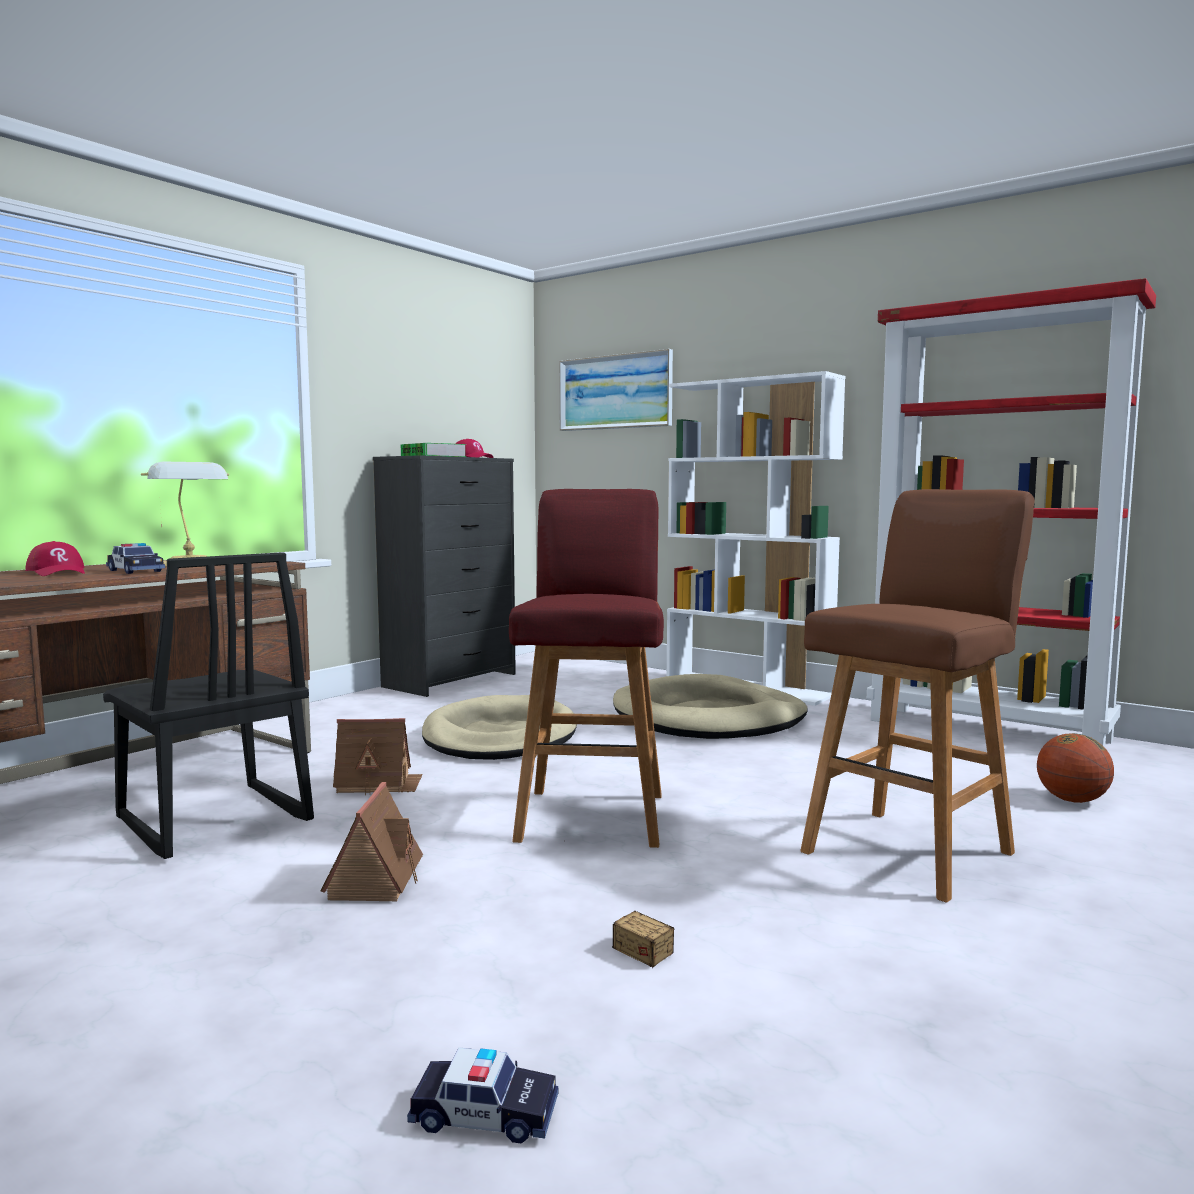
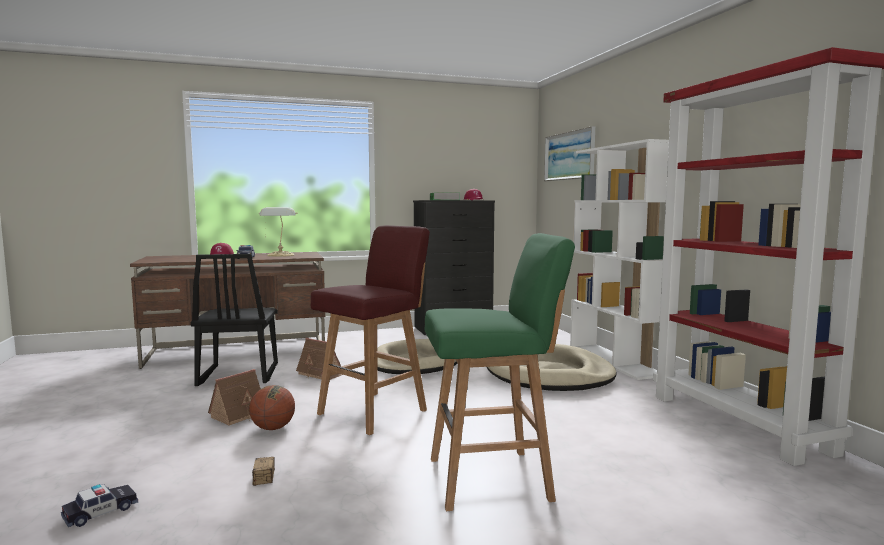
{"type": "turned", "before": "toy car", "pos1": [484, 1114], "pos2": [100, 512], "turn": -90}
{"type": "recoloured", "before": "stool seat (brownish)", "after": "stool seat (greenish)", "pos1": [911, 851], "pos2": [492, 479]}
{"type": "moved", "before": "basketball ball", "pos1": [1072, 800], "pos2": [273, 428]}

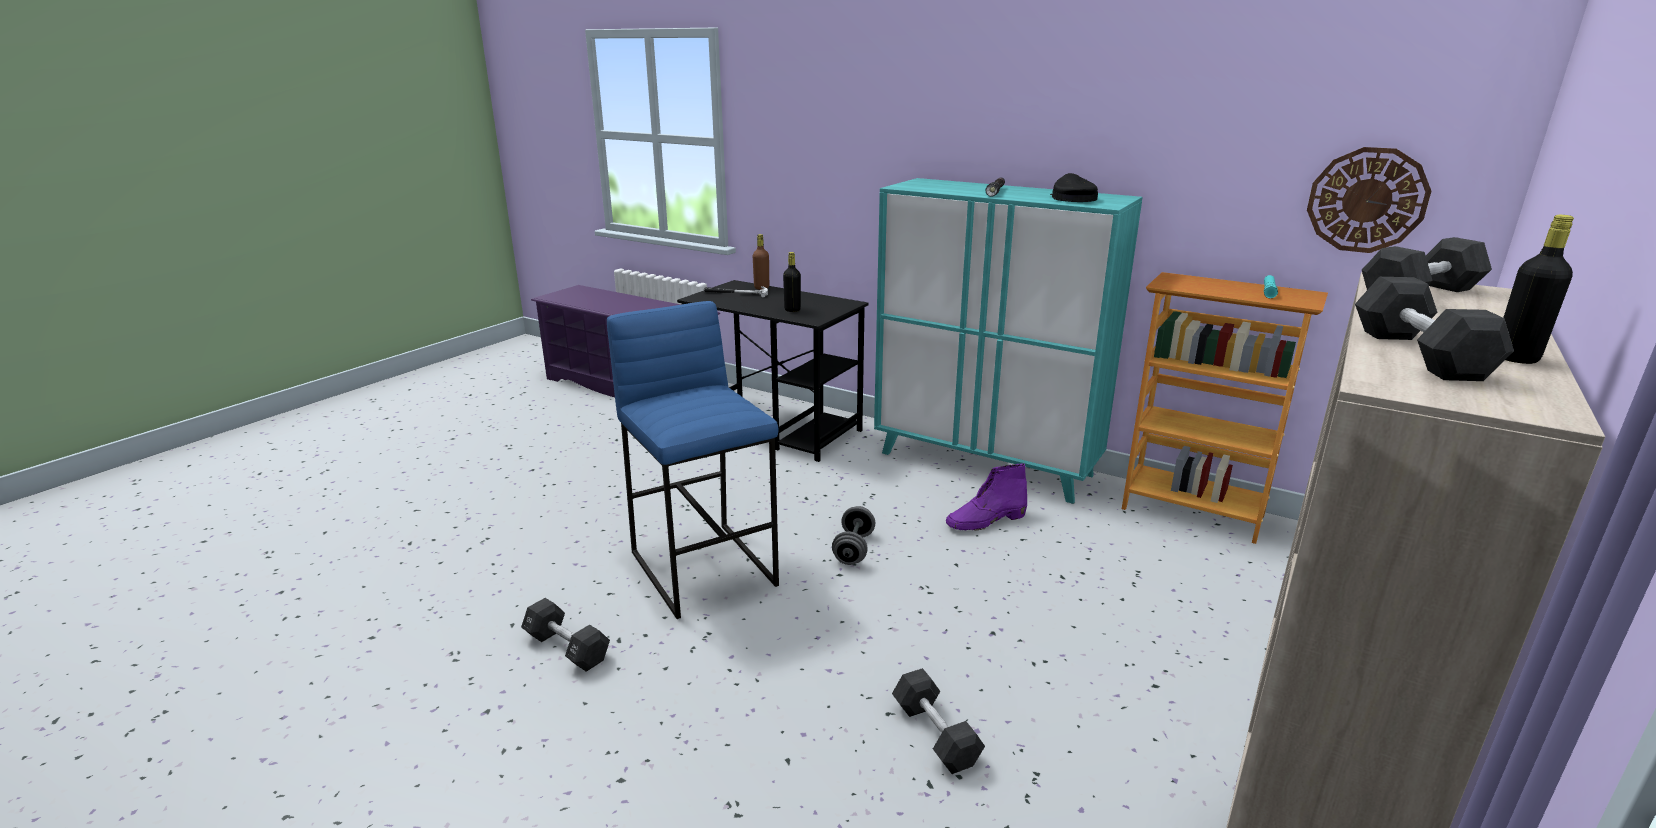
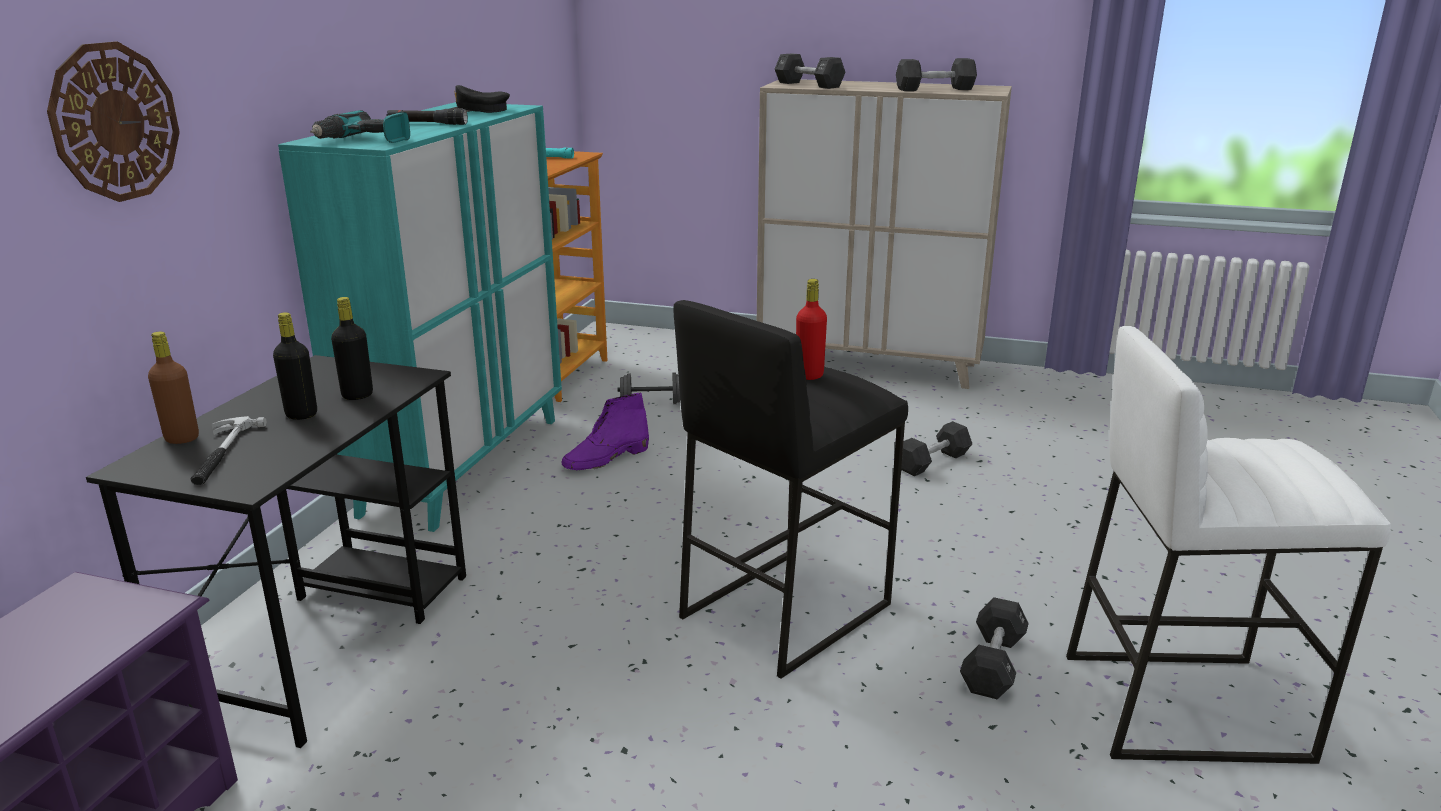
{"type": "recoloured", "before": "stool seat (blue-coloured)", "after": "stool seat (blackish)", "pos1": [704, 568], "pos2": [784, 609]}
{"type": "moved", "before": "free weight (greyish)", "pos1": [853, 549], "pos2": [652, 403]}
{"type": "turned", "before": "high-top boot (purplish)", "pos1": [985, 521], "pos2": [605, 459], "turn": 90}
{"type": "moved", "before": "hanging clock", "pos1": [1367, 200], "pos2": [115, 122]}
{"type": "moved", "before": "bottle (blackish)", "pos1": [1515, 358], "pos2": [301, 414]}
{"type": "added", "after": "electric drill", "pos2": [364, 141]}
{"type": "added", "after": "bottle (red-coloured)", "pos2": [809, 375]}
{"type": "added", "after": "stool seat (white)", "pos2": [1183, 704]}

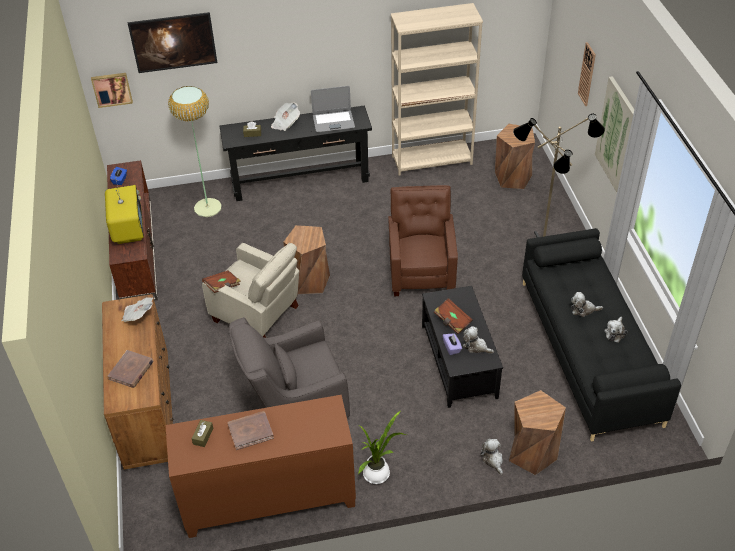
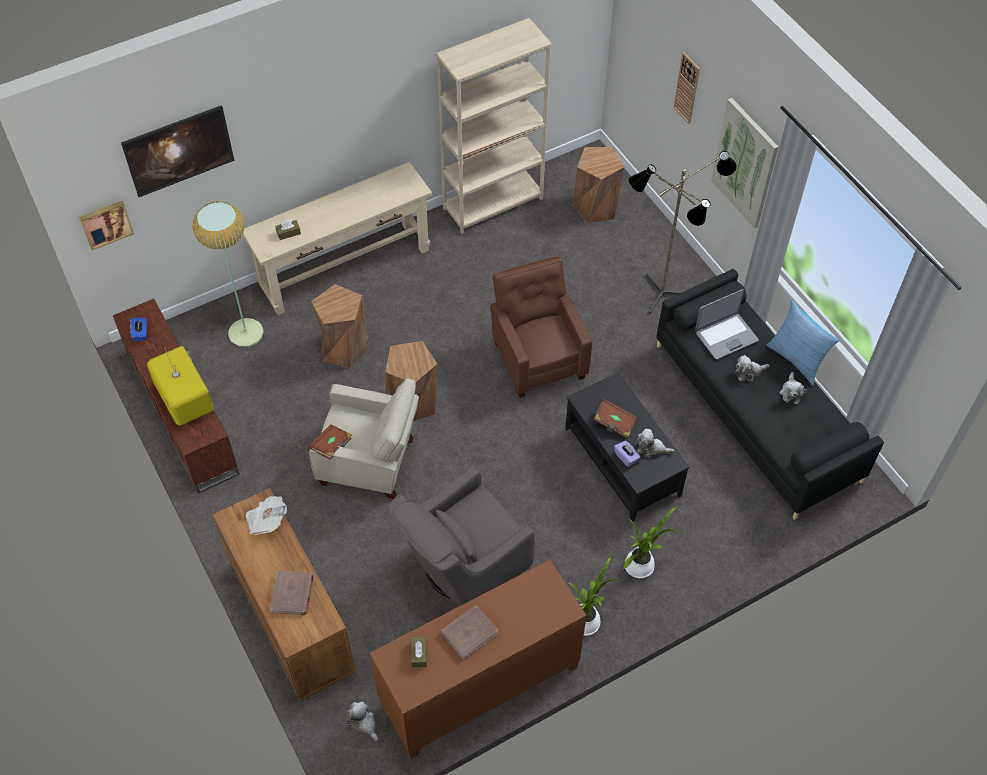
{"type": "recoloured", "before": "narrow table (blackish)", "after": "narrow table (beige)", "pos1": [300, 180], "pos2": [345, 267]}
{"type": "removed", "before": "daily paper", "pos1": [285, 123]}
{"type": "moved", "before": "notebook computer", "pos1": [333, 121], "pos2": [726, 336]}
{"type": "moved", "before": "cuddly toy", "pos1": [493, 460], "pos2": [364, 723]}
{"type": "moved", "before": "stool seat (brownish)", "pos1": [532, 453], "pos2": [343, 348]}
{"type": "added", "after": "houseplant", "pos2": [641, 565]}
{"type": "added", "after": "pillow", "pos2": [796, 359]}

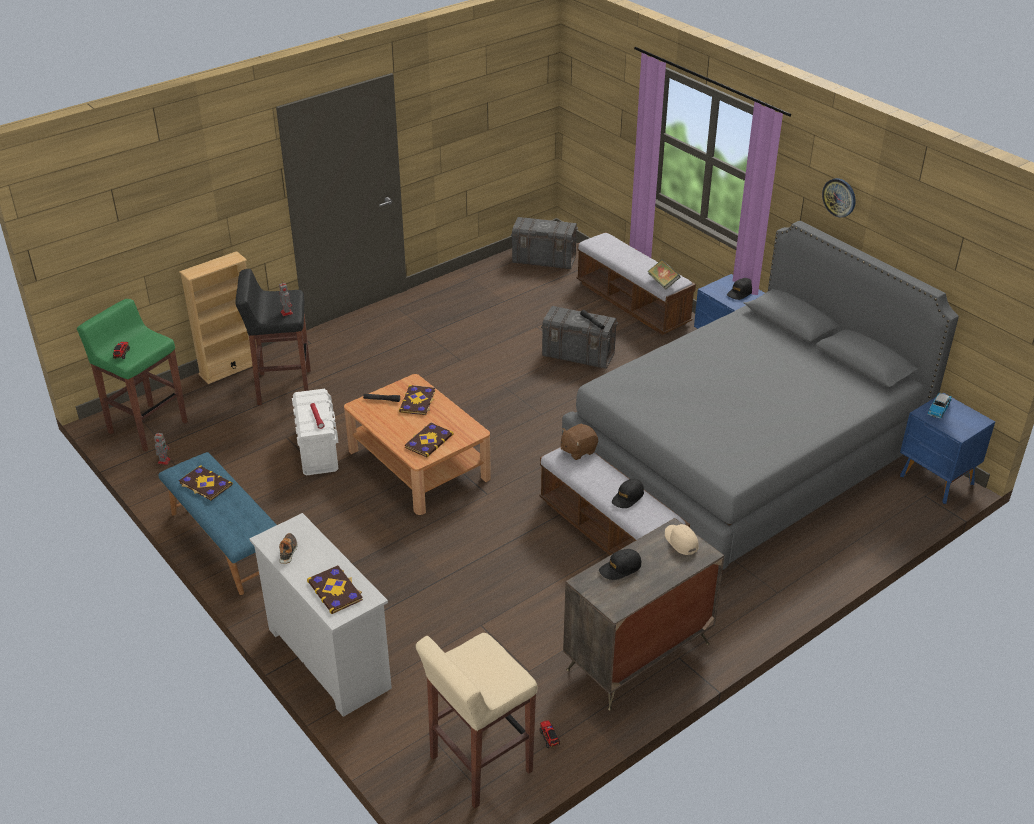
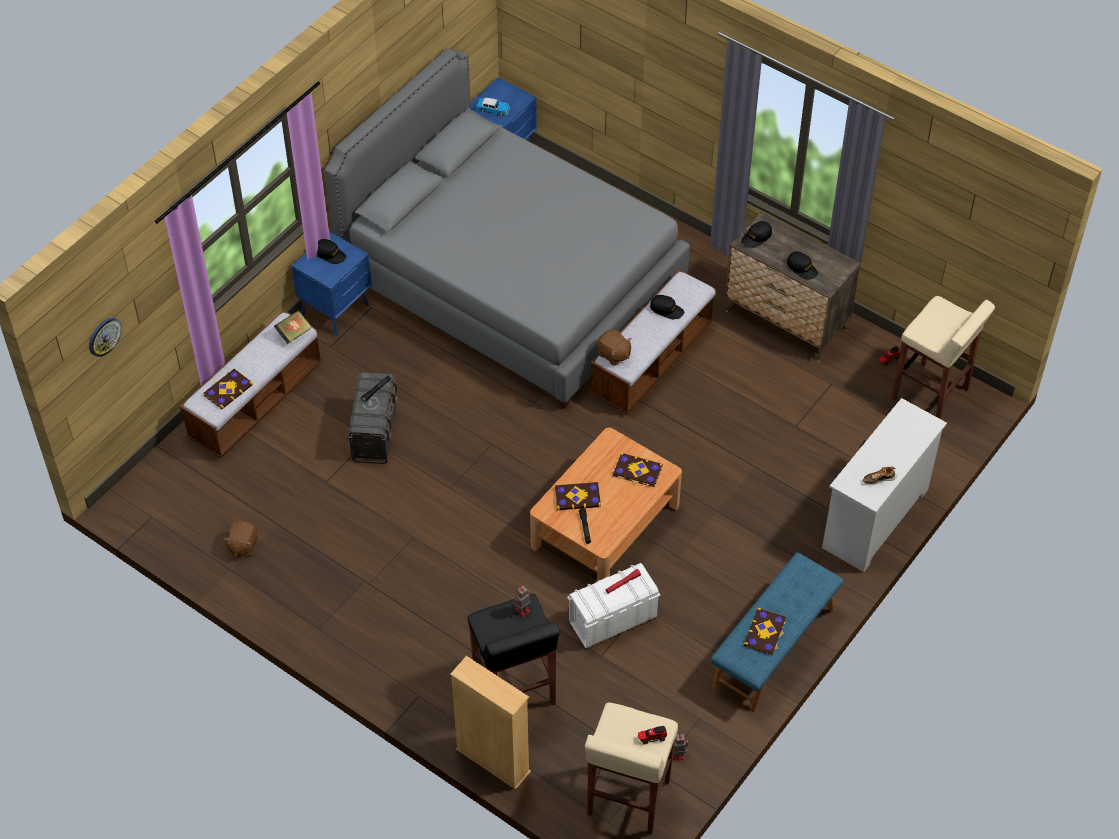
{"type": "recoloured", "before": "stool seat (greenish)", "after": "stool seat (beige)", "pos1": [147, 427], "pos2": [628, 799]}
{"type": "moved", "before": "bound book", "pos1": [335, 590], "pos2": [228, 389]}
{"type": "removed", "before": "storage container (greyish)", "pos1": [544, 260]}
{"type": "recoloured", "before": "cap (beige)", "after": "cap (blackish)", "pos1": [681, 541], "pos2": [756, 237]}
{"type": "moved", "before": "hanging clock", "pos1": [839, 197], "pos2": [104, 336]}
{"type": "added", "after": "cuddly toy (brownish)", "pos2": [242, 545]}

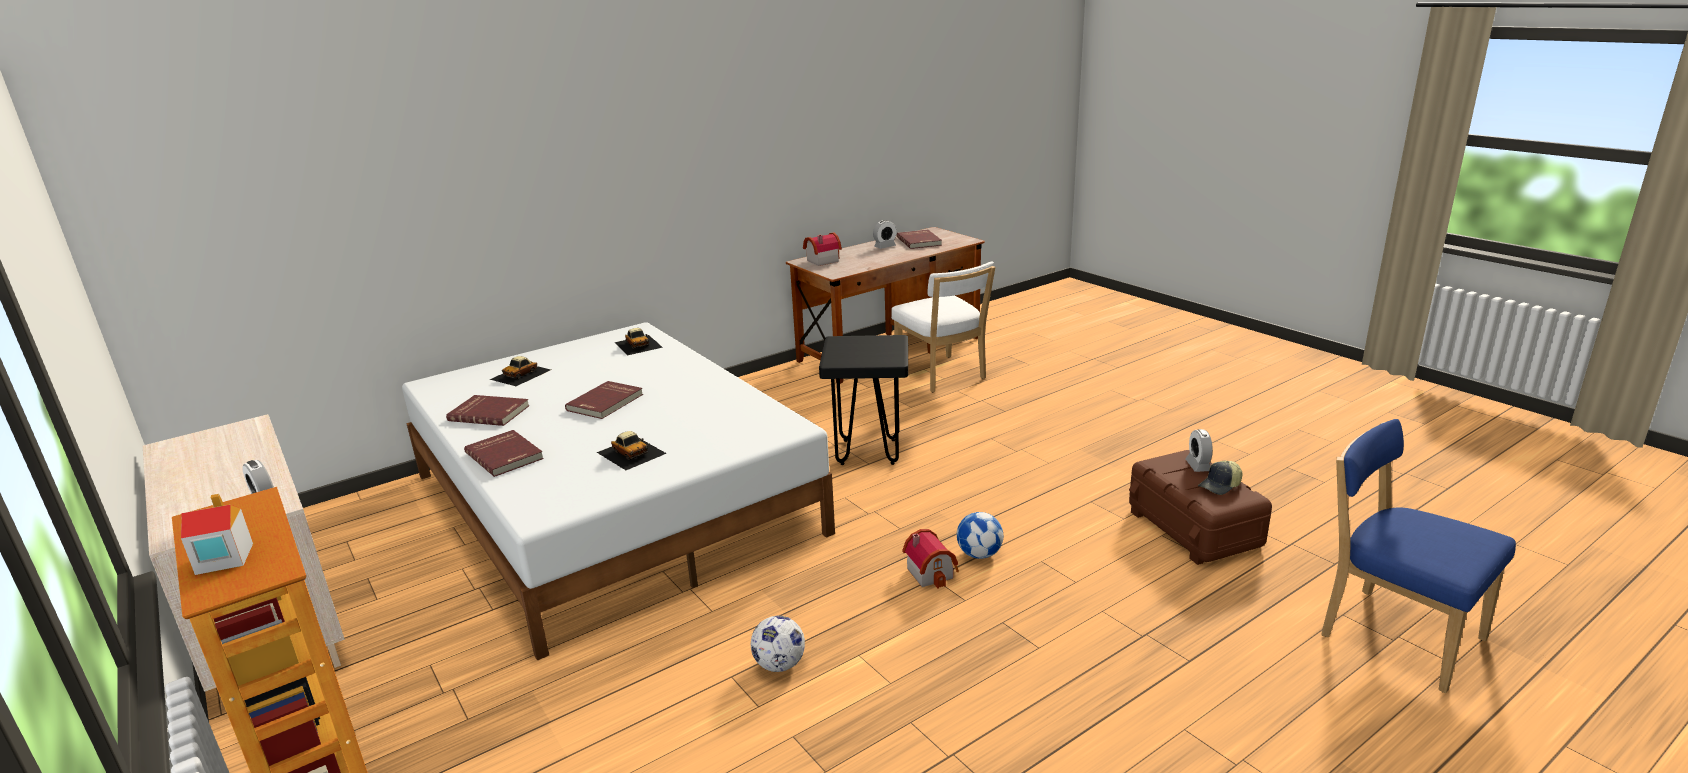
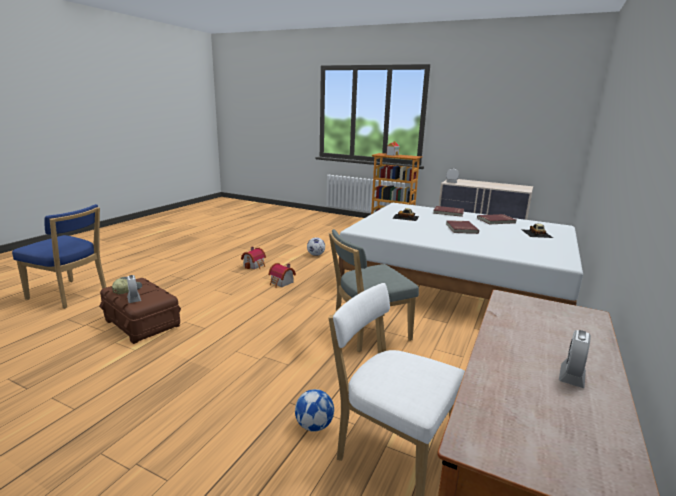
{"type": "removed", "before": "toy car", "pos1": [638, 344]}
{"type": "moved", "before": "toy house", "pos1": [821, 260], "pos2": [255, 265]}
{"type": "replaced", "before": "stool seat (blackish)", "after": "plain chair (greyish)", "pos1": [868, 452], "pos2": [368, 333]}
{"type": "removed", "before": "bound book (red-coloured)", "pos1": [920, 241]}
{"type": "moved", "before": "football ball", "pos1": [979, 554], "pos2": [314, 425]}

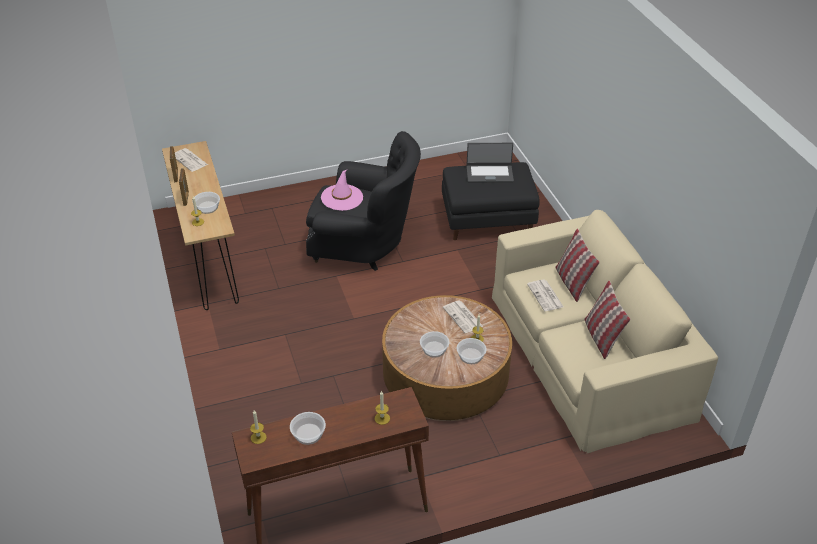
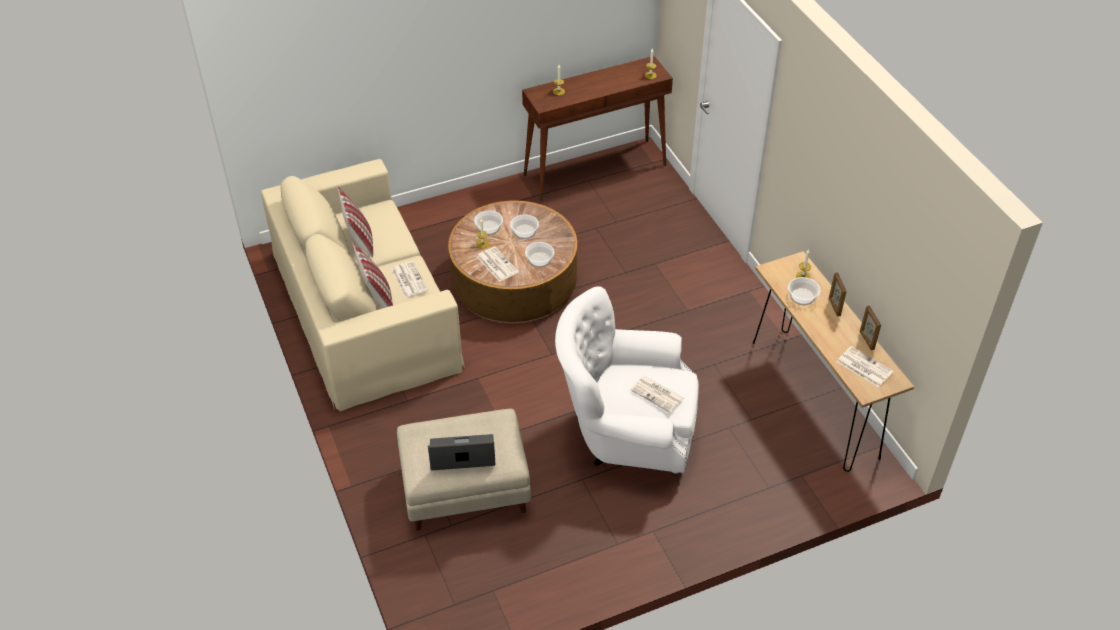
{"type": "moved", "before": "bowl", "pos1": [308, 434], "pos2": [539, 259]}
{"type": "recoloured", "before": "lounge chair (blackish)", "after": "lounge chair (white)", "pos1": [364, 245], "pos2": [626, 432]}
{"type": "replaced", "before": "hat (pink-coloured)", "after": "daily paper", "pos1": [342, 197], "pos2": [658, 394]}
{"type": "recoloured", "before": "footrest (blackish)", "after": "footrest (beige)", "pos1": [488, 219], "pos2": [464, 489]}

